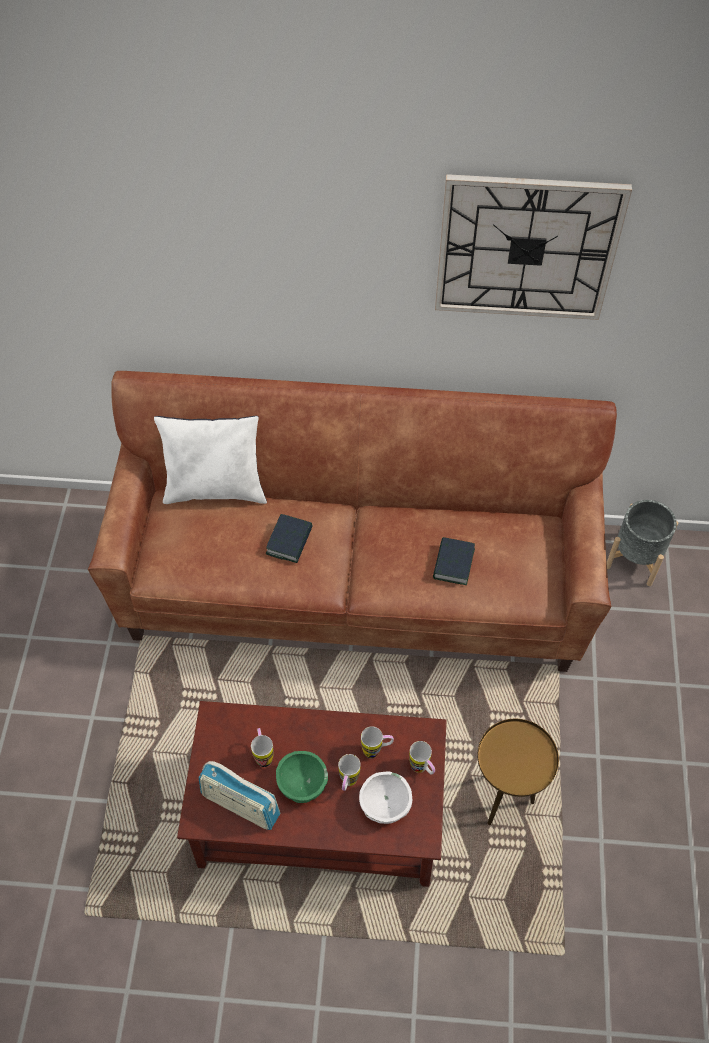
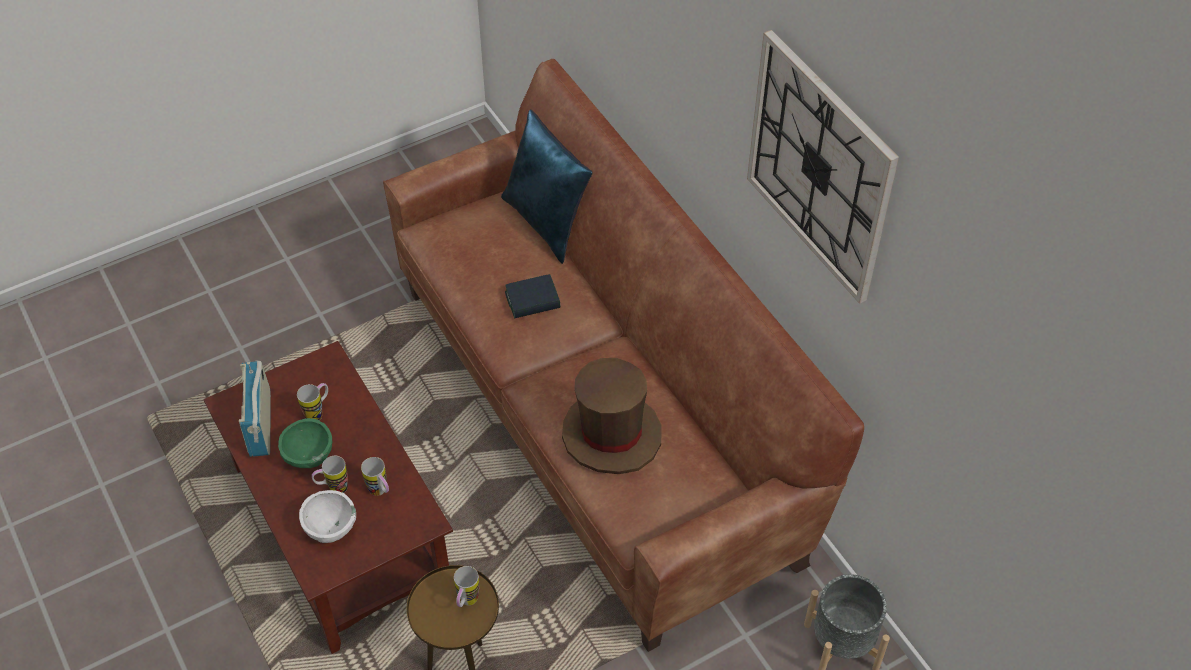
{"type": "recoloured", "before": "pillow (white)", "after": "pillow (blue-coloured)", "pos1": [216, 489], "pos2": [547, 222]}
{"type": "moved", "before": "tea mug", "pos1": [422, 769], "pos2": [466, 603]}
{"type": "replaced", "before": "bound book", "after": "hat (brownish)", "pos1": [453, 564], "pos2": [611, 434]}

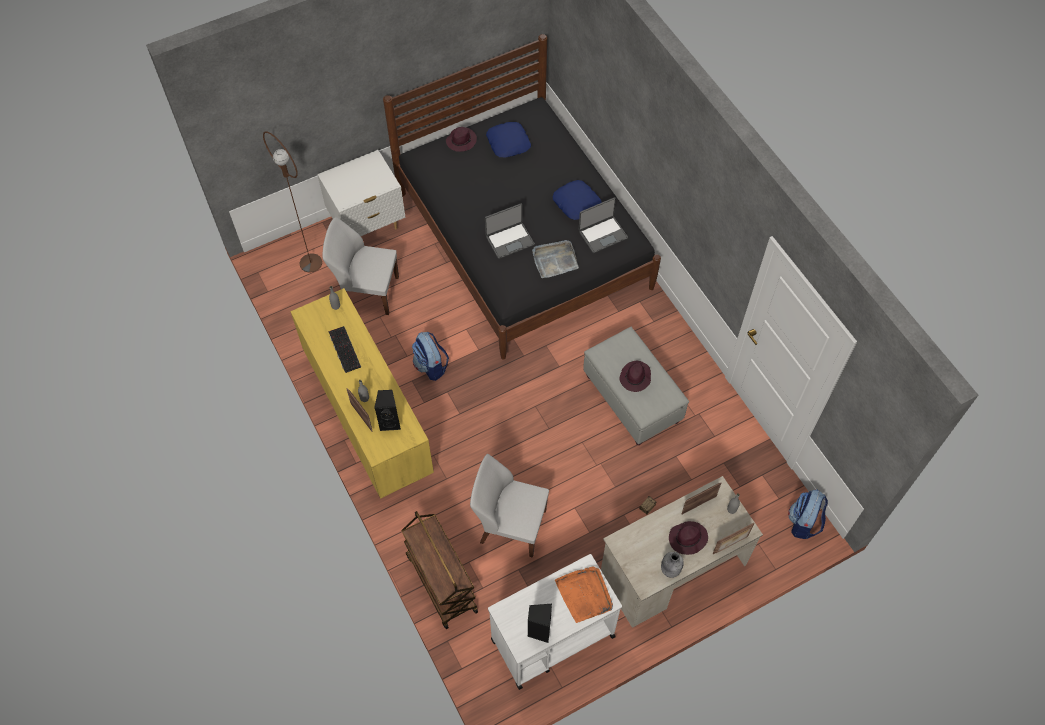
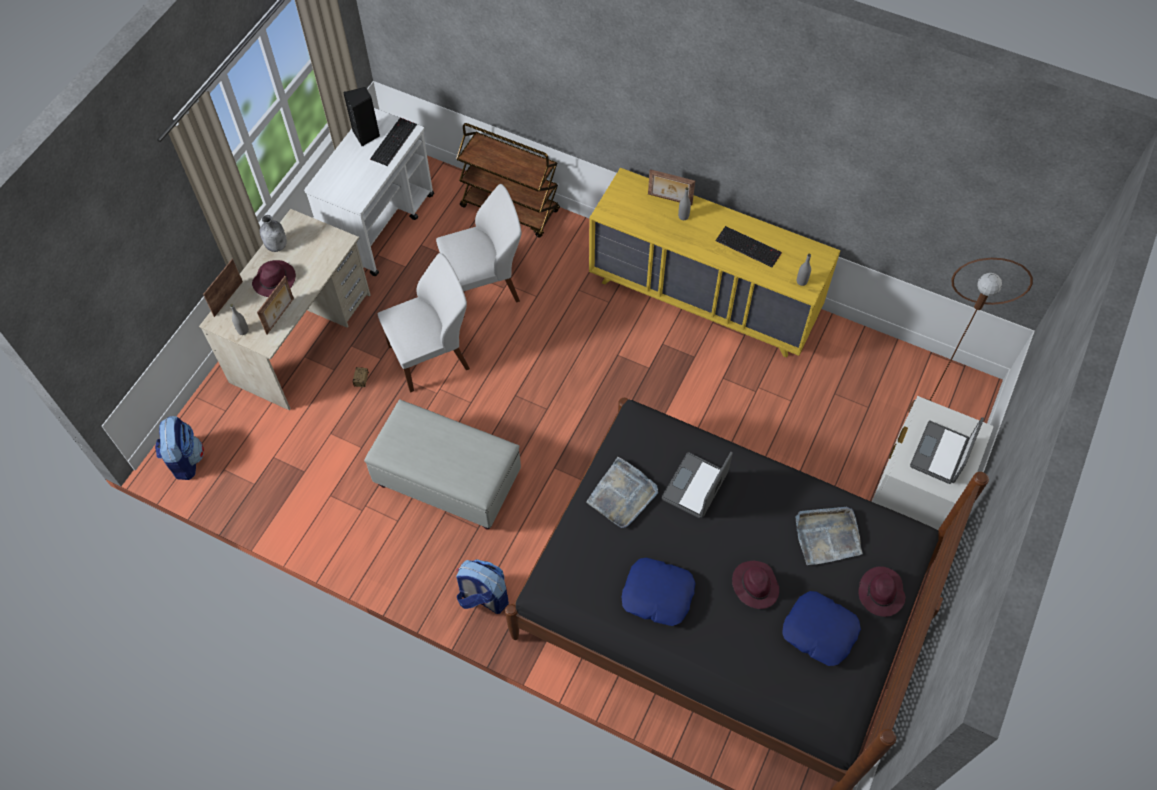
{"type": "moved", "before": "plain chair (white)", "pos1": [368, 292], "pos2": [431, 356]}
{"type": "removed", "before": "audio speaker (blackish)", "pos1": [390, 422]}
{"type": "moved", "before": "rucksack", "pos1": [431, 366], "pos2": [483, 597]}
{"type": "removed", "before": "tray (orangey)", "pos1": [584, 594]}
{"type": "moved", "before": "notebook computer", "pos1": [602, 234], "pos2": [941, 454]}
{"type": "moved", "before": "hat (purplish)", "pos1": [635, 378], "pos2": [754, 585]}
{"type": "added", "after": "PC keyboard", "pos2": [393, 141]}
{"type": "added", "after": "tray (greyish)", "pos2": [827, 536]}

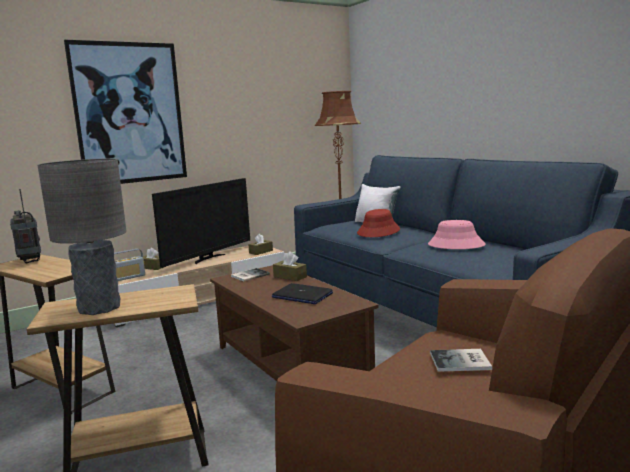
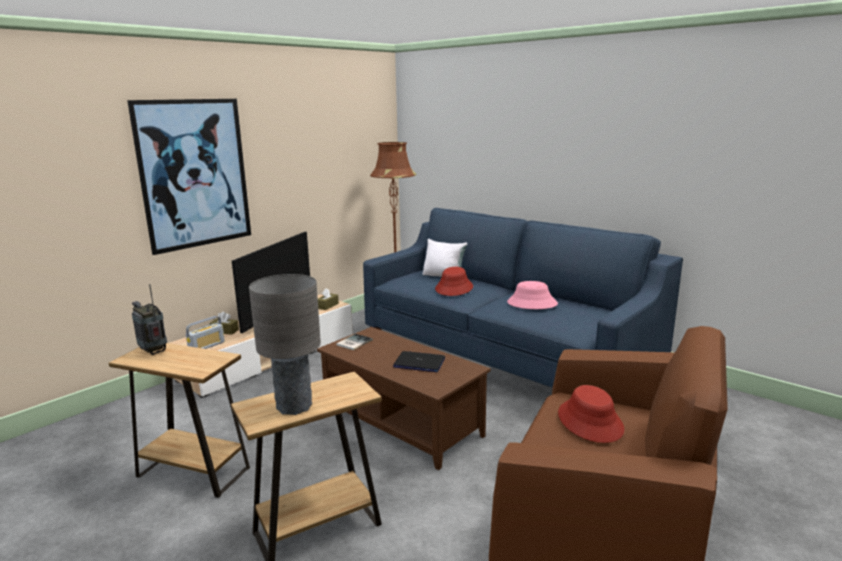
{"type": "removed", "before": "tissue box (brownish)", "pos1": [290, 277]}
{"type": "replaced", "before": "bound book", "after": "hat (red-coloured)", "pos1": [462, 362], "pos2": [590, 421]}

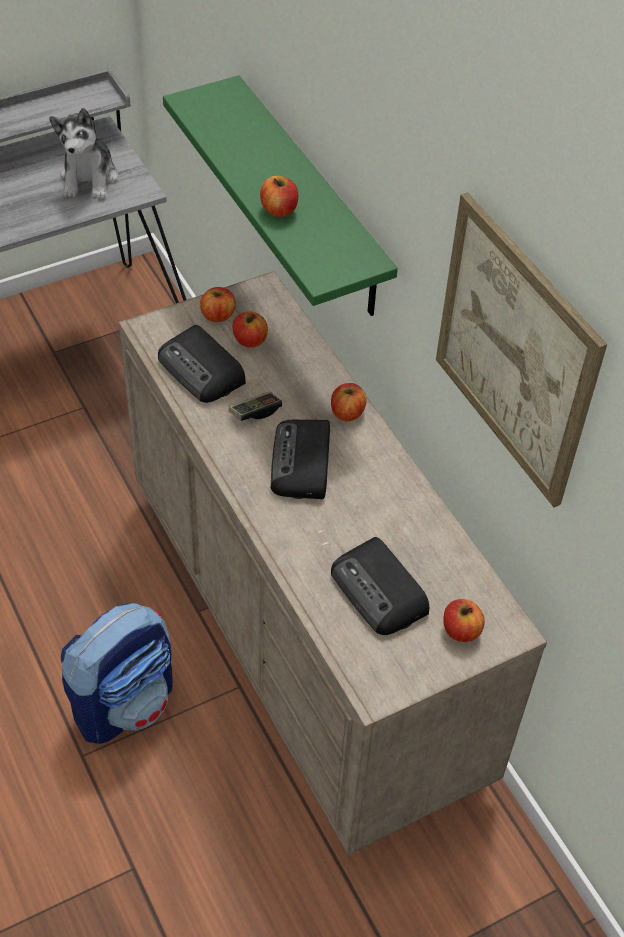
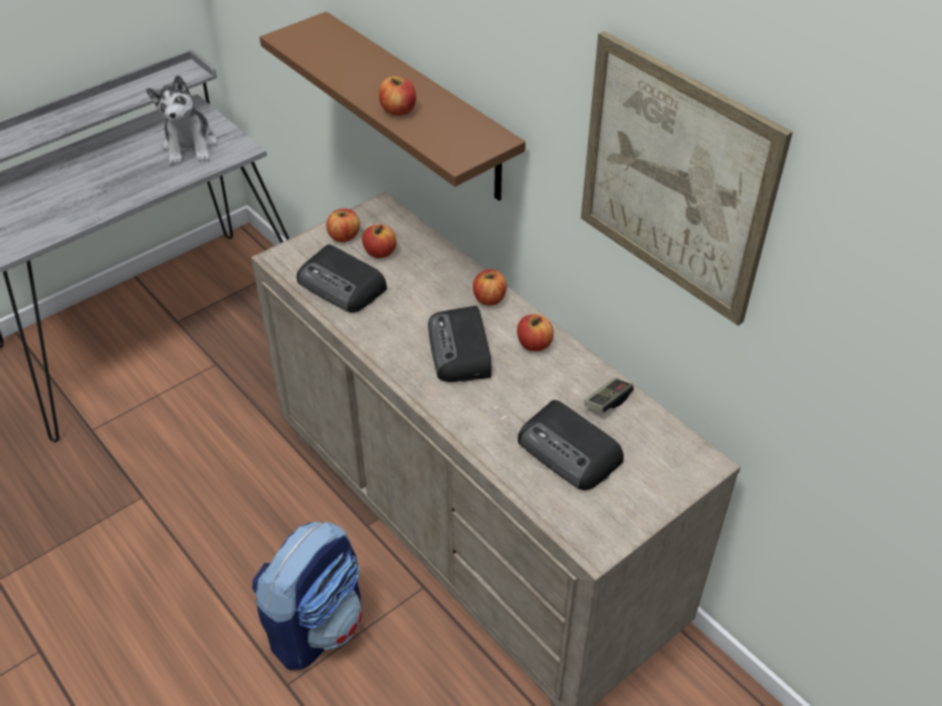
{"type": "recoloured", "before": "wall shelf (greenish)", "after": "wall shelf (brownish)", "pos1": [311, 200], "pos2": [419, 107]}
{"type": "moved", "before": "gamepad", "pos1": [255, 412], "pos2": [607, 401]}
{"type": "moved", "before": "apple", "pos1": [461, 630], "pos2": [534, 344]}

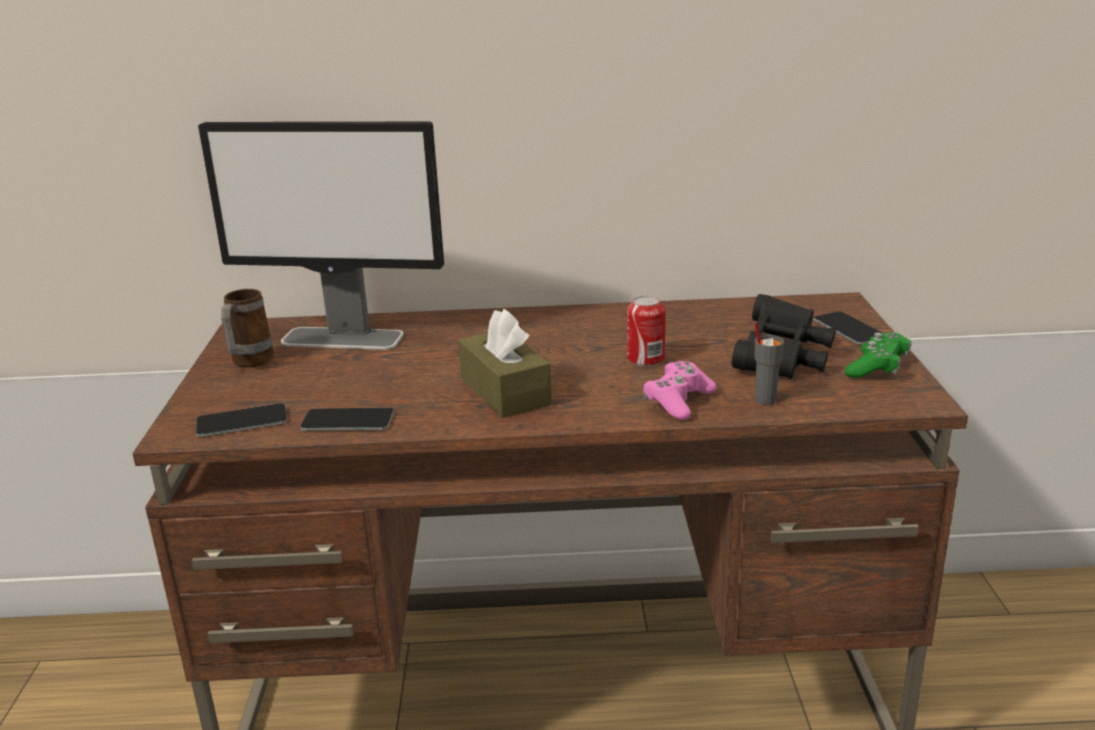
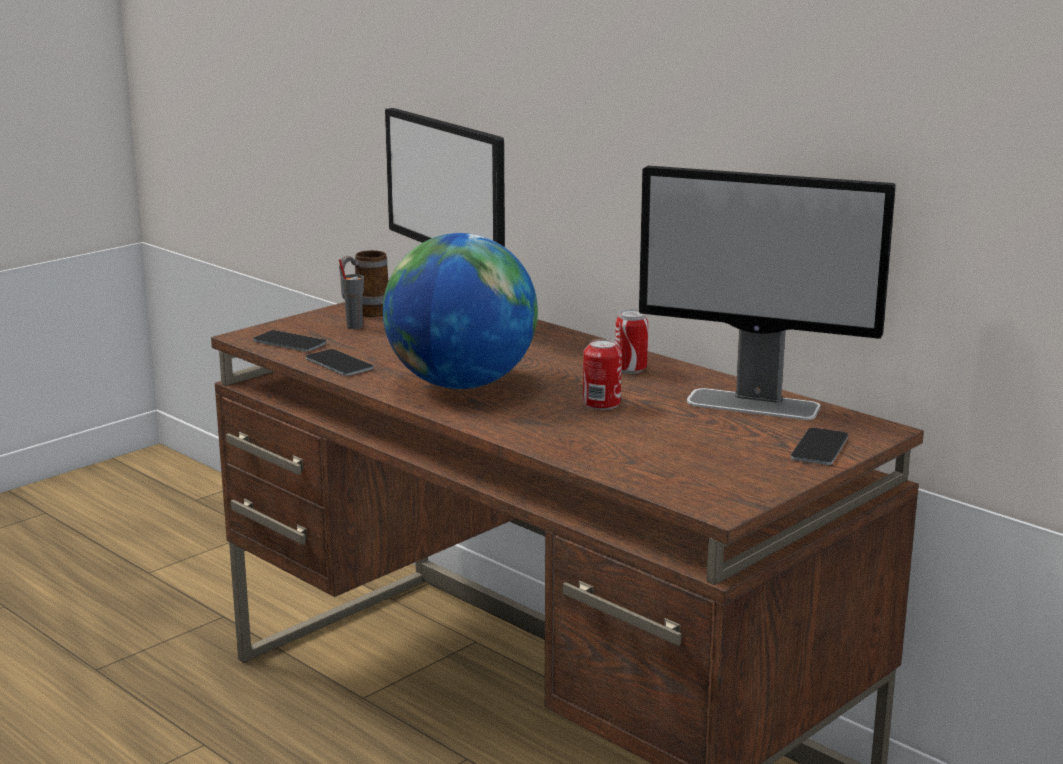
{"type": "replaced", "before": "tissue box (brownish)", "after": "world globe", "pos1": [505, 391], "pos2": [461, 384]}
{"type": "removed", "before": "gamepad (pink-coloured)", "pos1": [678, 401]}
{"type": "removed", "before": "binoculars (blackish)", "pos1": [782, 360]}
{"type": "moved", "before": "small cup (greyish)", "pos1": [764, 400], "pos2": [354, 326]}
{"type": "removed", "before": "gamepad (greenish)", "pos1": [877, 368]}
{"type": "added", "after": "metal can", "pos2": [630, 370]}
{"type": "added", "after": "monitor", "pos2": [754, 404]}

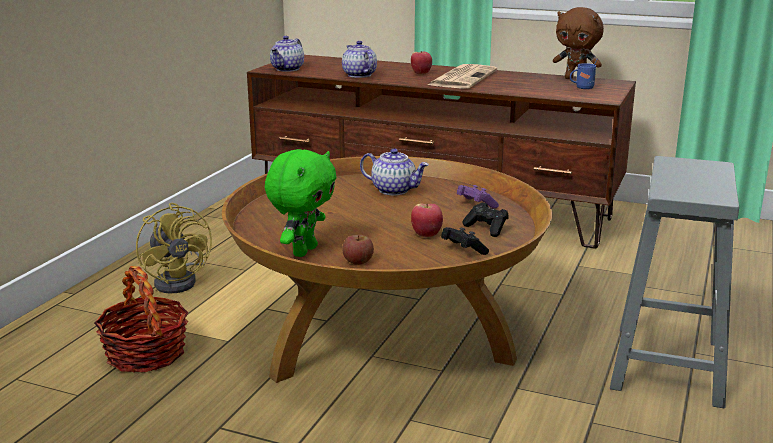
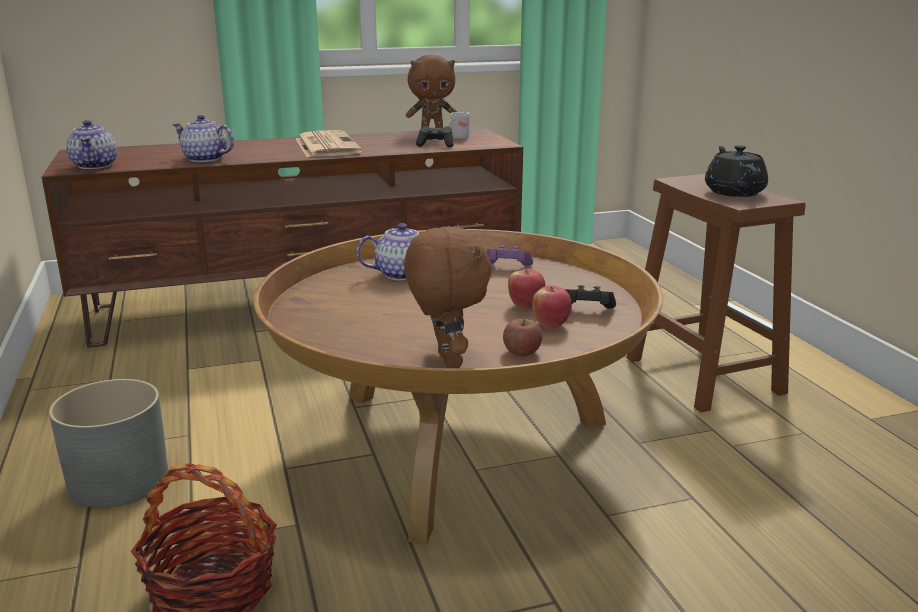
{"type": "replaced", "before": "cooling fan (yellow-coloured)", "after": "flower pot (greyish)", "pos1": [180, 281], "pos2": [118, 480]}
{"type": "recoloured", "before": "cuddly toy (greenish)", "after": "cuddly toy (brownish)", "pos1": [303, 251], "pos2": [446, 361]}
{"type": "moved", "before": "apple", "pos1": [421, 73], "pos2": [550, 325]}
{"type": "moved", "before": "gamepad (blackish)", "pos1": [487, 228], "pos2": [436, 145]}
{"type": "recoloured", "before": "tea mug (blue-coloured)", "after": "tea mug (white)", "pos1": [582, 88], "pos2": [457, 138]}
{"type": "recoloured", "before": "stool seat (greyish)", "after": "stool seat (brownish)", "pos1": [667, 363], "pos2": [701, 374]}
{"type": "added", "after": "pot for tea (blackish)", "pos2": [734, 192]}

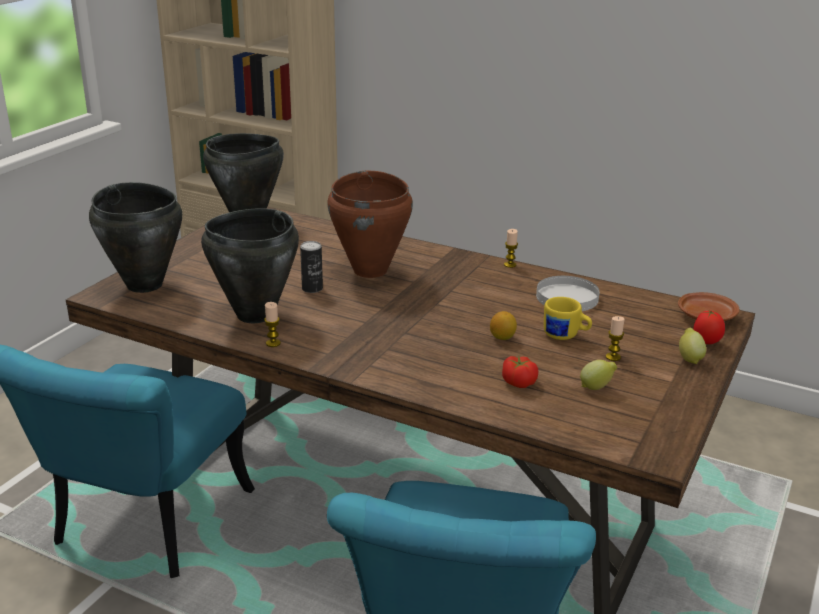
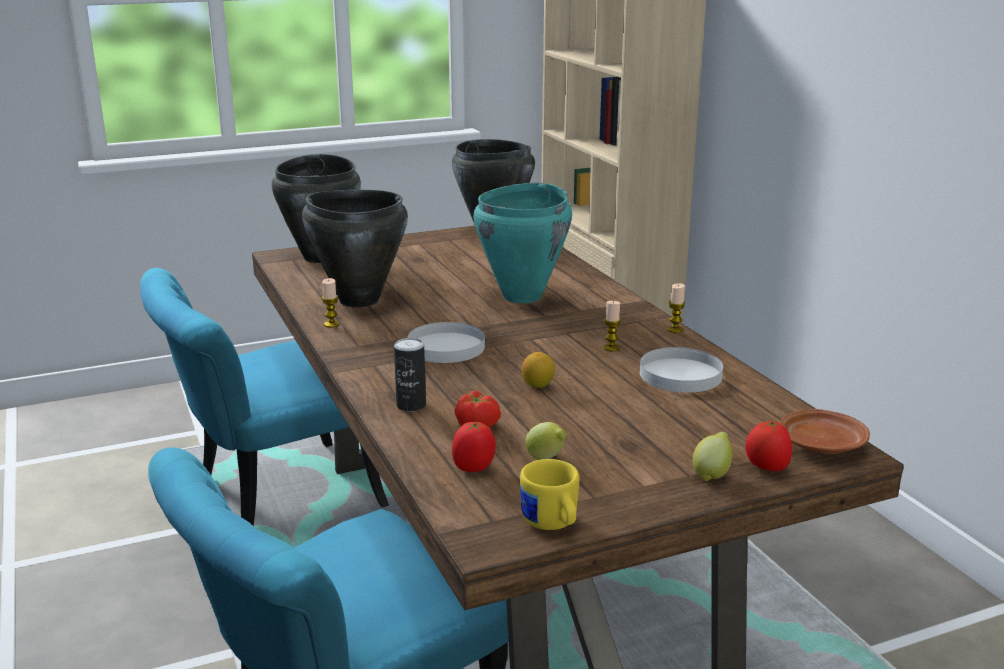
{"type": "moved", "before": "metal can", "pos1": [312, 288], "pos2": [411, 405]}
{"type": "recoloured", "before": "stockpot (brownish)", "after": "stockpot (blue-green)", "pos1": [371, 270], "pos2": [523, 296]}
{"type": "moved", "before": "tea mug (yellow-coloured)", "pos1": [565, 336], "pos2": [552, 525]}
{"type": "moved", "before": "candle", "pos1": [613, 357], "pos2": [611, 348]}
{"type": "added", "after": "dinner plate (white)", "pos2": [446, 347]}
{"type": "added", "after": "tomato", "pos2": [474, 468]}

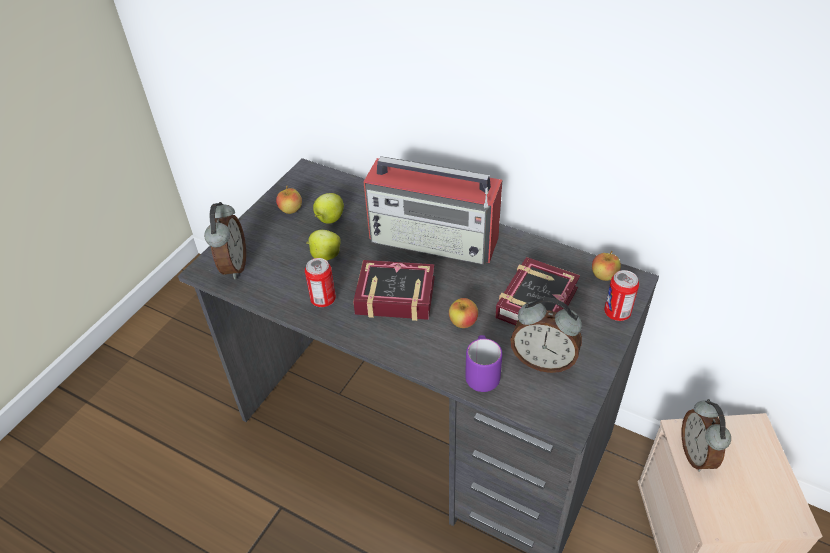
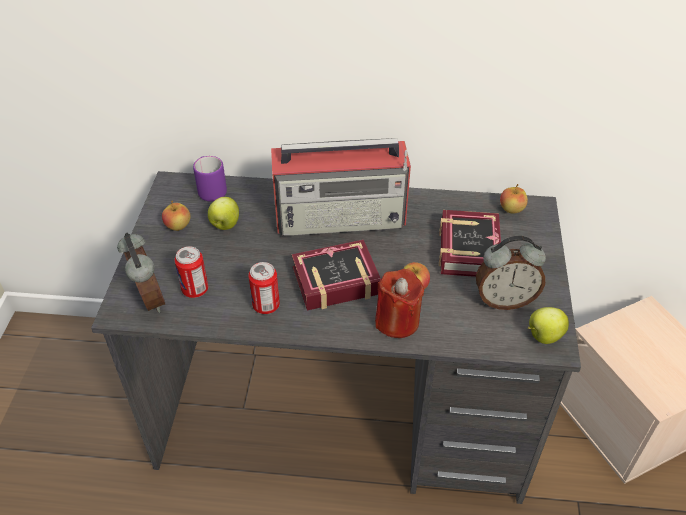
{"type": "moved", "before": "apple", "pos1": [325, 256], "pos2": [543, 336]}
{"type": "moved", "before": "tea mug (purplish)", "pos1": [482, 374], "pos2": [211, 190]}
{"type": "moved", "before": "metal can", "pos1": [617, 313], "pos2": [195, 289]}
{"type": "removed", "before": "bedside clock", "pos1": [697, 454]}
{"type": "added", "after": "candle (red-coloured)", "pos2": [397, 321]}

